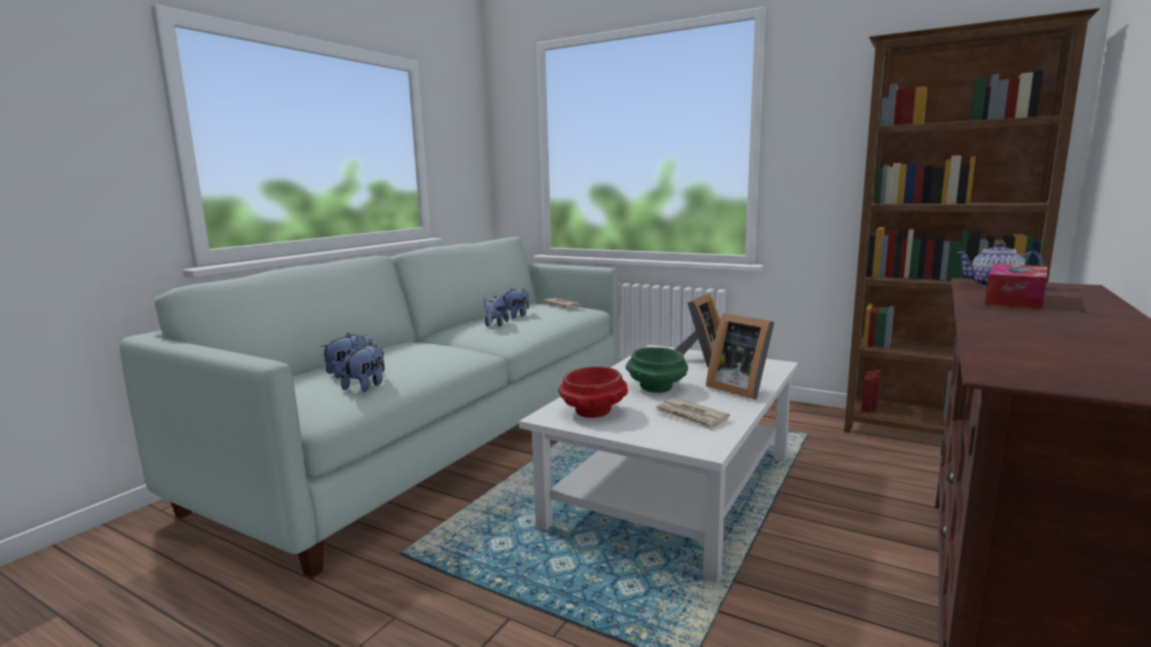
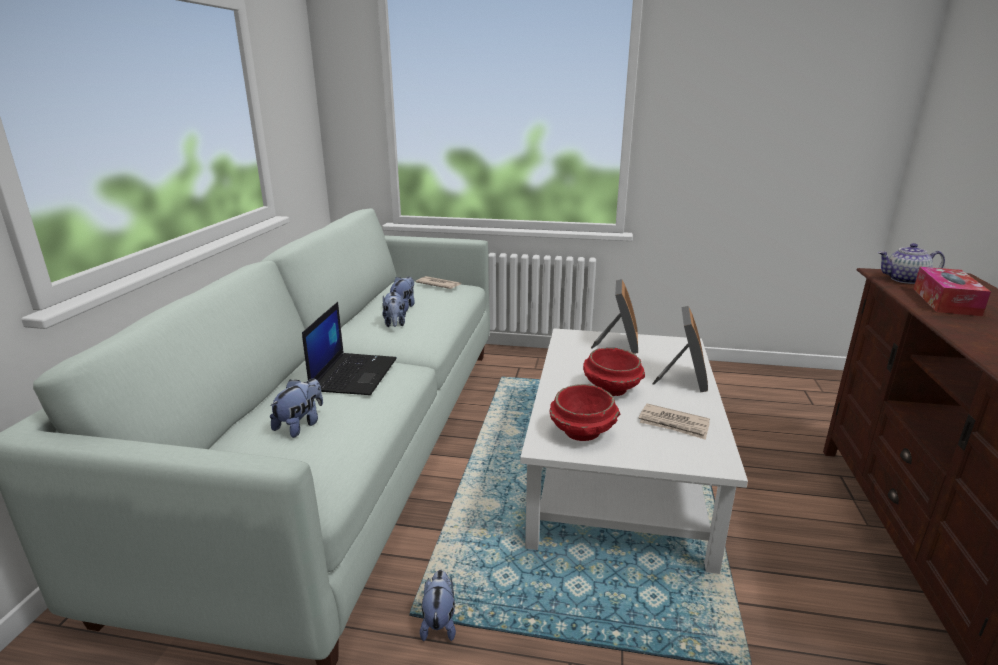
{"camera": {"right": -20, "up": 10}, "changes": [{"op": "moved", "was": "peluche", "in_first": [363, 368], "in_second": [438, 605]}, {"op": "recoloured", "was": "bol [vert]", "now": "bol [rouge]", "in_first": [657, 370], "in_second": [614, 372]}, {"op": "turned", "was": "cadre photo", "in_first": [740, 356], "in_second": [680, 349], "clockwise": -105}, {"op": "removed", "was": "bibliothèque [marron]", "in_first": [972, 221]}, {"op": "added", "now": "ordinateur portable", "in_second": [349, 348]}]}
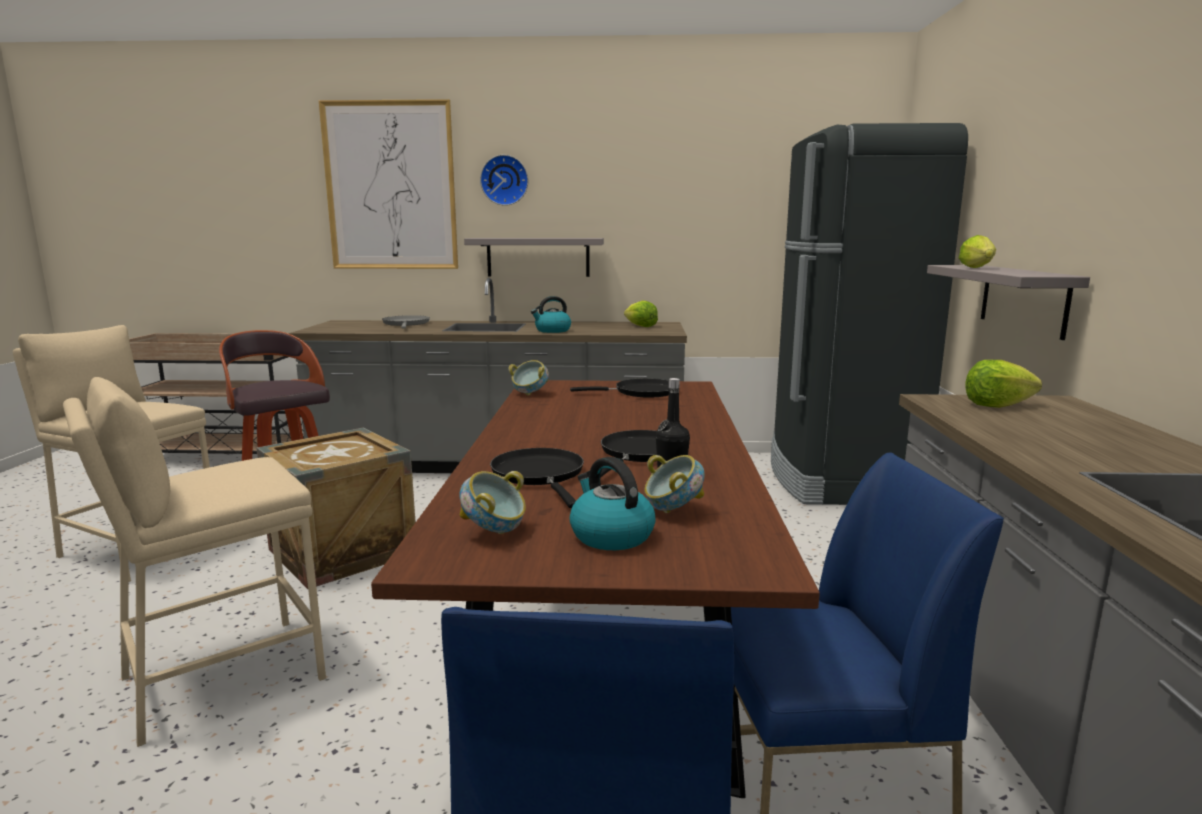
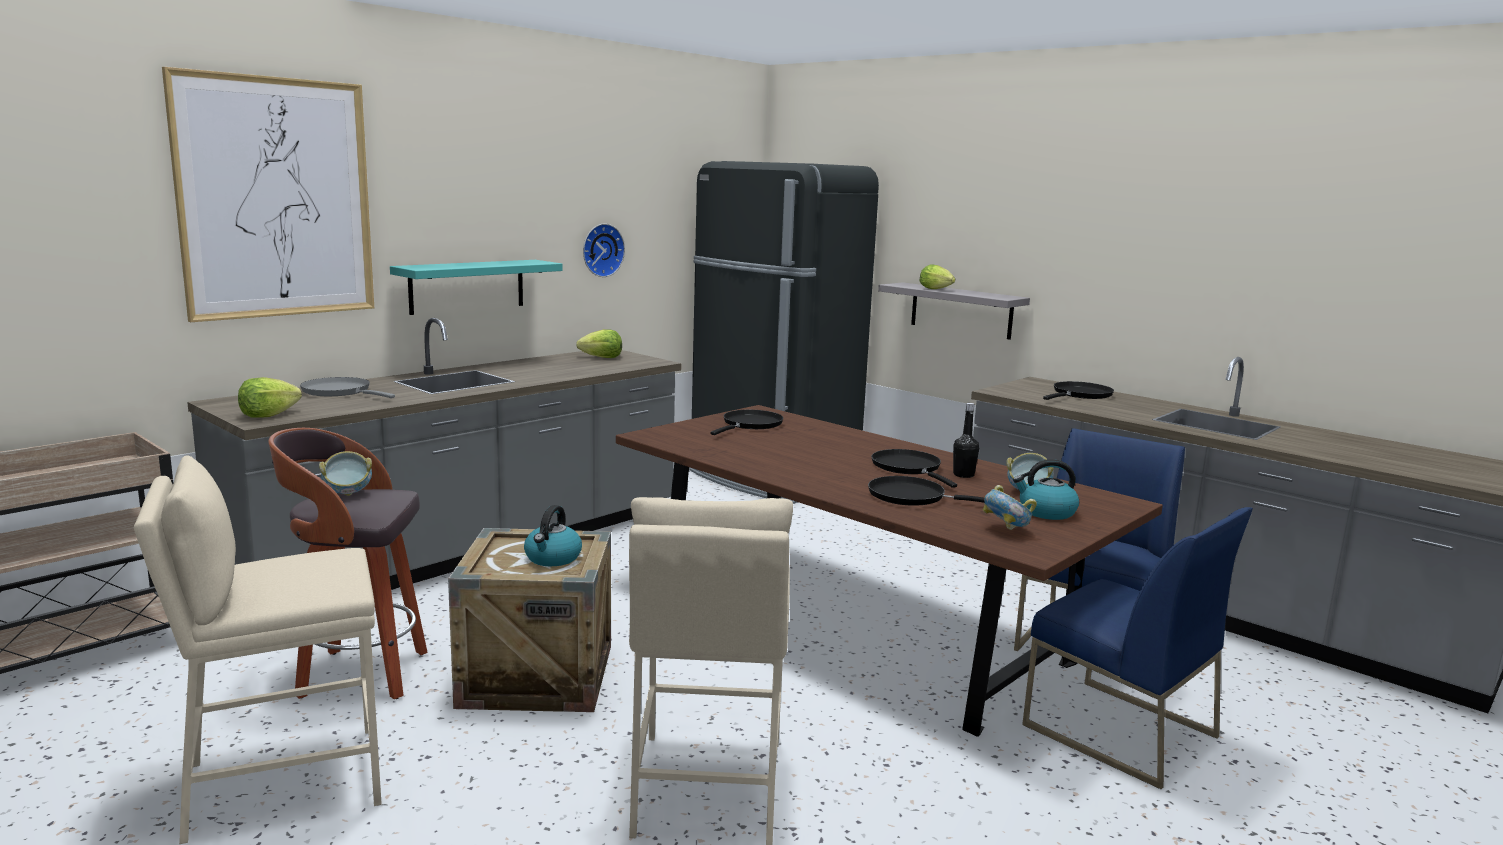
{"camera": {"right": -50, "up": 0}, "changes": [{"op": "recoloured", "was": "étagère [gris]", "now": "étagère [turquoise]", "in_first": [534, 257], "in_second": [476, 287]}, {"op": "moved", "was": "horloge murale", "in_first": [504, 180], "in_second": [604, 250]}, {"op": "moved", "was": "bol", "in_first": [529, 377], "in_second": [345, 473]}, {"op": "moved", "was": "bouilloire", "in_first": [551, 314], "in_second": [553, 535]}, {"op": "moved", "was": "laitue", "in_first": [1004, 384], "in_second": [270, 397]}, {"op": "added", "now": "poêle [noir]", "in_second": [1078, 390]}]}
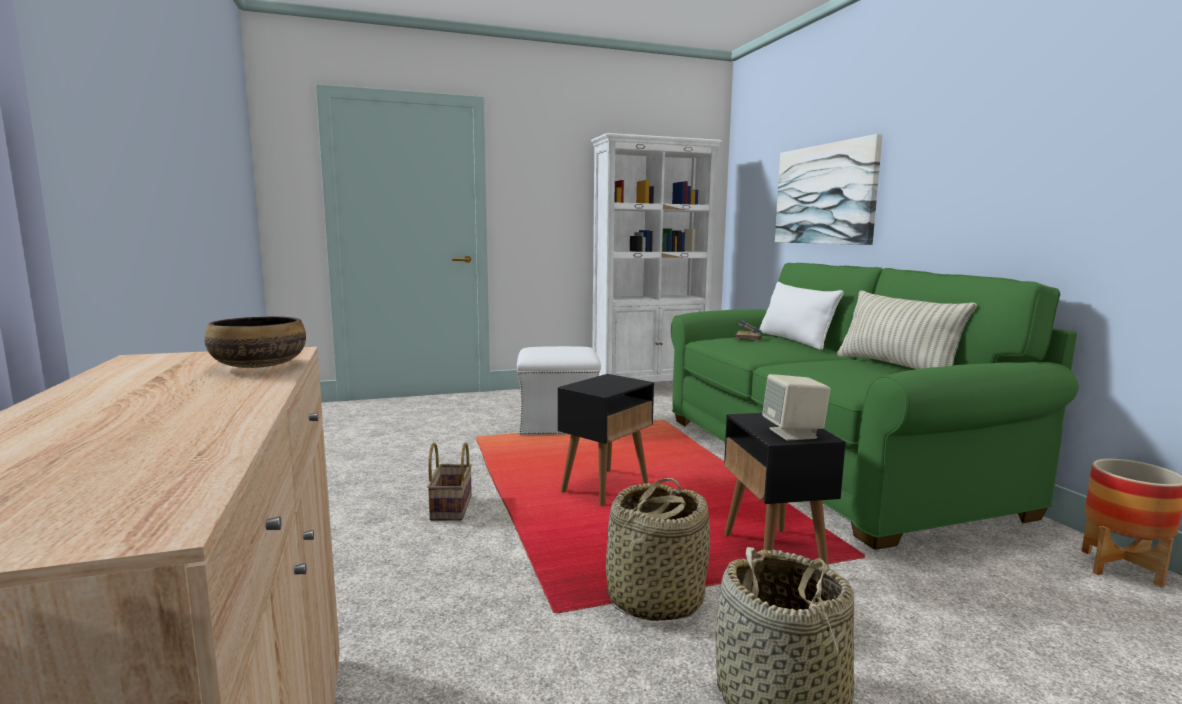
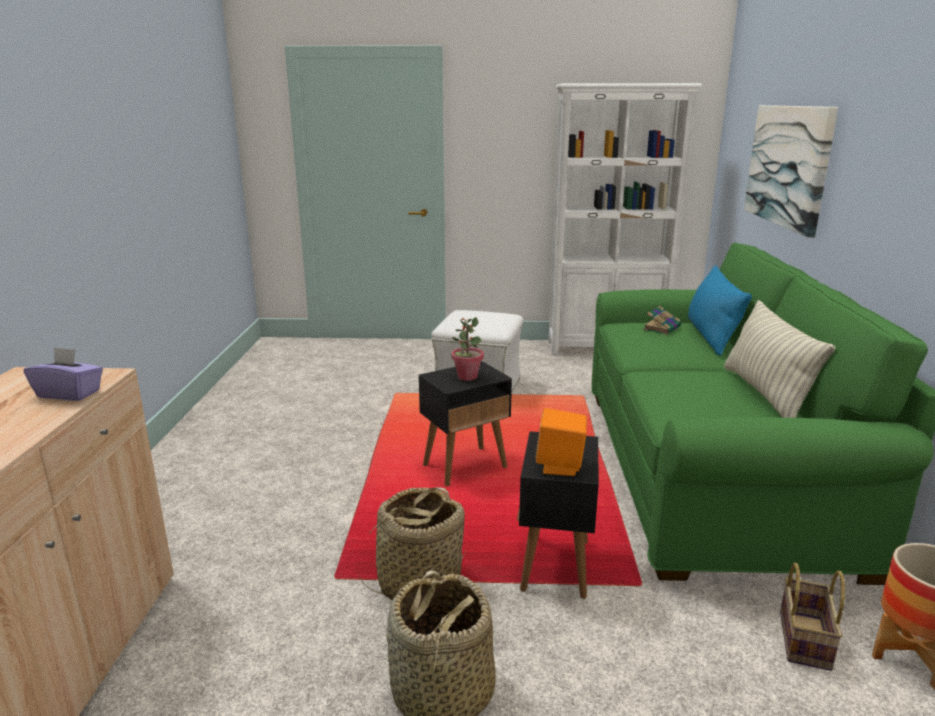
{"camera": {"right": 20, "up": 10}, "changes": [{"op": "replaced", "was": "bol", "now": "boîte à mouchoirs [violet]", "in_first": [255, 342], "in_second": [63, 374]}, {"op": "moved", "was": "panier", "in_first": [449, 481], "in_second": [812, 617]}, {"op": "recoloured", "was": "coussin [blanc]", "now": "coussin [bleu]", "in_first": [801, 316], "in_second": [720, 310]}, {"op": "recoloured", "was": "enceinte [beige]", "now": "enceinte [orange]", "in_first": [796, 407], "in_second": [561, 442]}, {"op": "added", "now": "plante en pot", "in_second": [467, 349]}]}
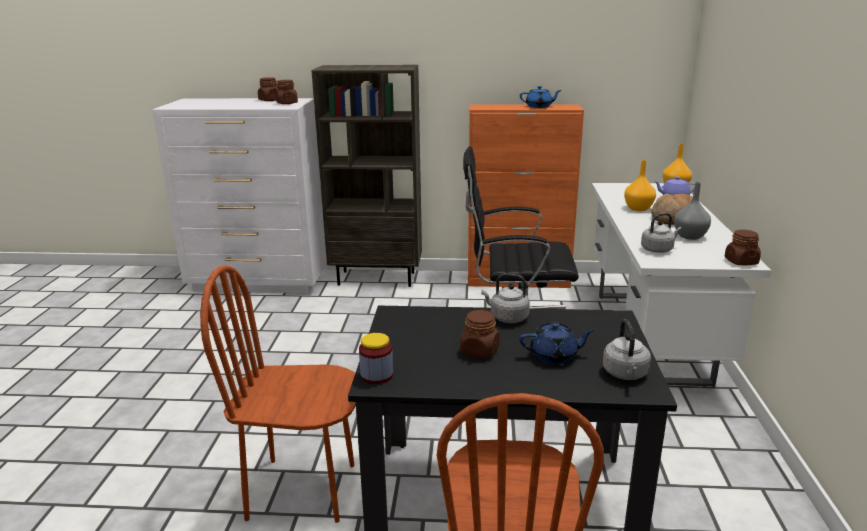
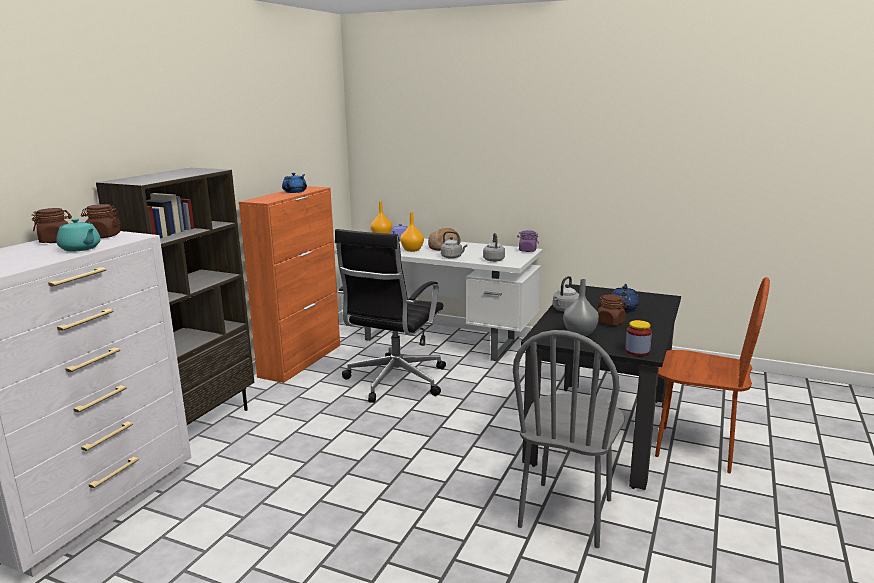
{"camera": {"right": -70, "up": -5}, "changes": [{"op": "recoloured", "was": "chaise [marron]", "now": "chaise [gris]", "in_first": [278, 394], "in_second": [568, 439]}, {"op": "moved", "was": "bouilloire [gris]", "in_first": [627, 349], "in_second": [454, 245]}, {"op": "moved", "was": "vase [gris]", "in_first": [692, 211], "in_second": [581, 307]}, {"op": "recoloured", "was": "bocal [marron]", "now": "bocal [violet]", "in_first": [743, 247], "in_second": [528, 241]}, {"op": "added", "now": "théière [turquoise]", "in_second": [78, 234]}]}
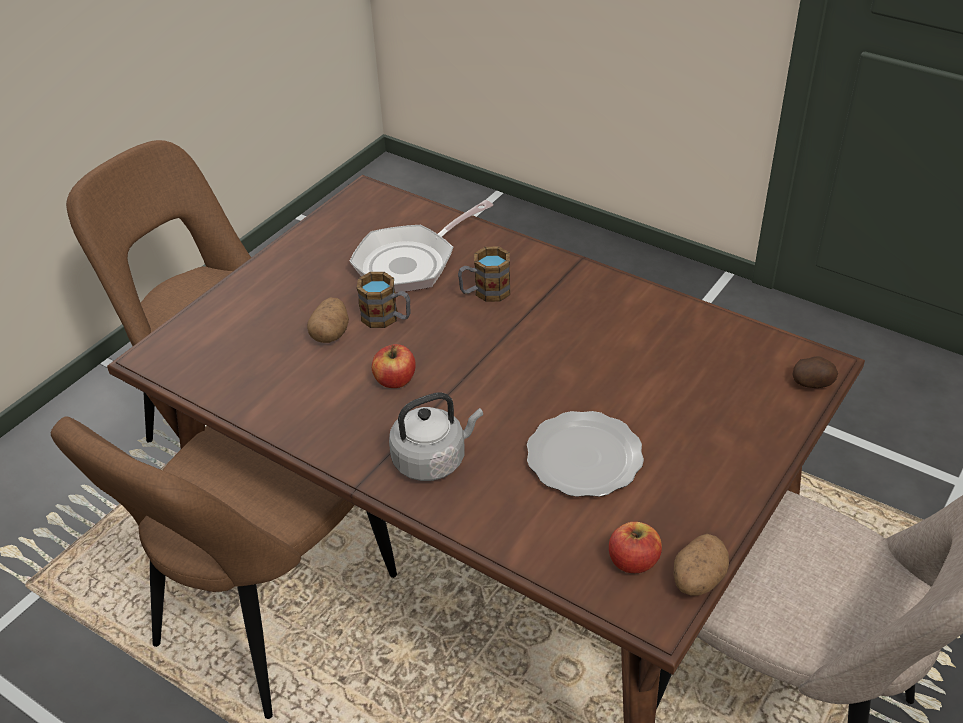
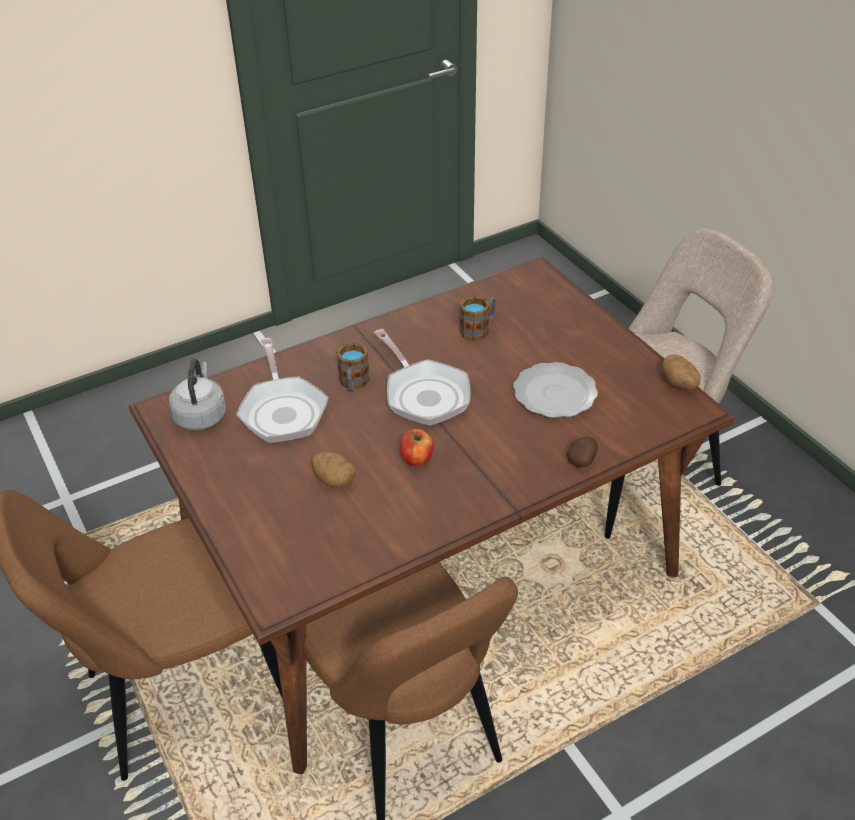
{"camera": {"right": -65, "up": 0}, "changes": [{"op": "moved", "was": "mug", "in_first": [383, 300], "in_second": [477, 318]}, {"op": "moved", "was": "bouilloire [gris]", "in_first": [436, 436], "in_second": [197, 394]}, {"op": "removed", "was": "pomme", "in_first": [635, 547]}, {"op": "moved", "was": "pomme de terre", "in_first": [815, 372], "in_second": [582, 451]}, {"op": "added", "now": "poêle", "in_second": [422, 377]}]}
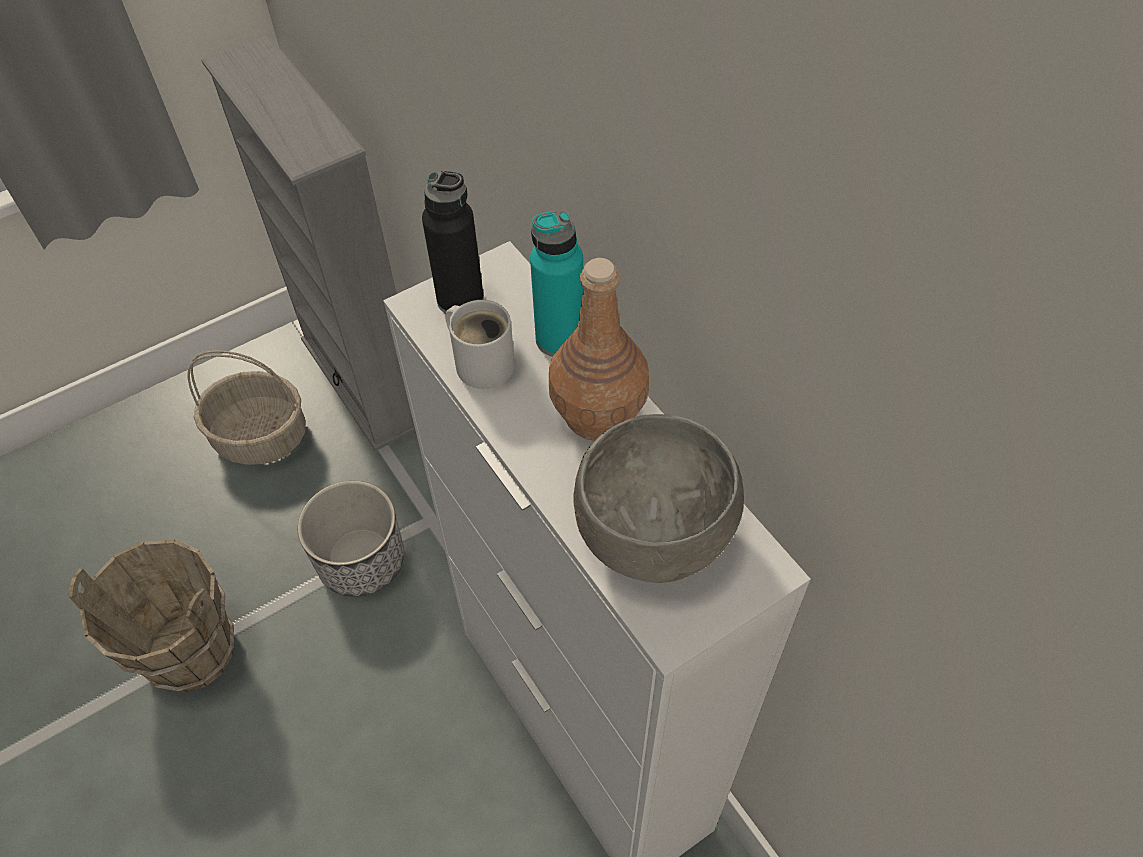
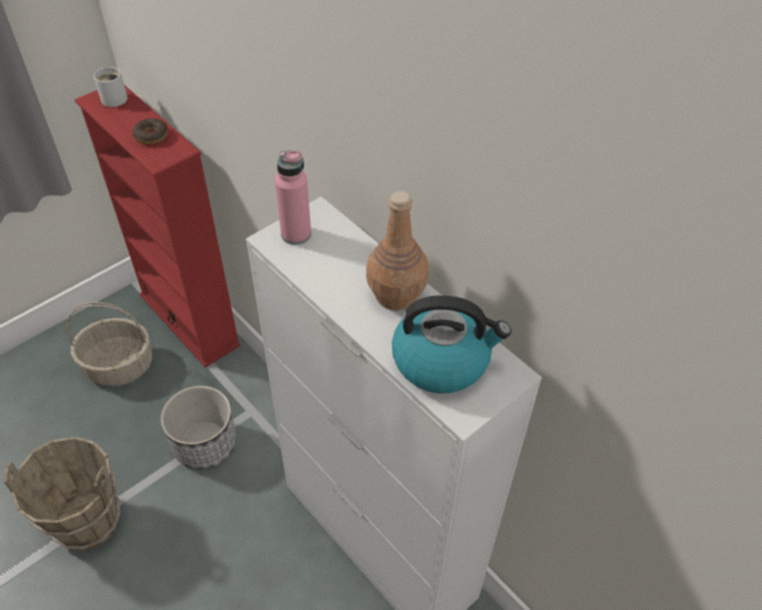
{"camera": {"right": -10, "up": -5}, "changes": [{"op": "recoloured", "was": "bibliothèque [gris]", "now": "bibliothèque [rouge]", "in_first": [308, 243], "in_second": [157, 226]}, {"op": "recoloured", "was": "bouteille [noir]", "now": "bouteille [rose]", "in_first": [453, 242], "in_second": [293, 197]}, {"op": "moved", "was": "mug [blanc]", "in_first": [480, 344], "in_second": [111, 87]}, {"op": "removed", "was": "bouteille [turquoise]", "in_first": [556, 284]}, {"op": "replaced", "was": "bol [gris]", "now": "bouilloire", "in_first": [658, 498], "in_second": [451, 344]}, {"op": "added", "now": "beignet", "in_second": [150, 131]}]}
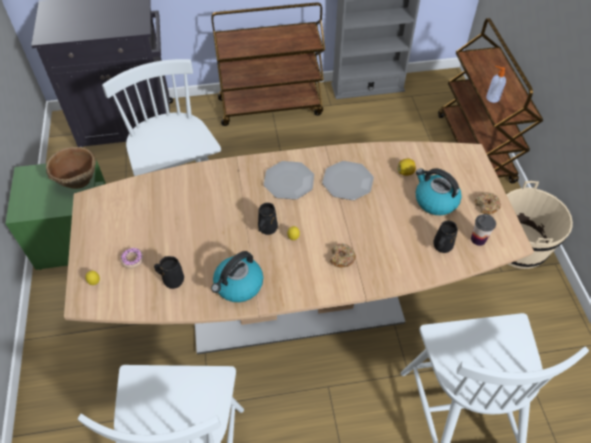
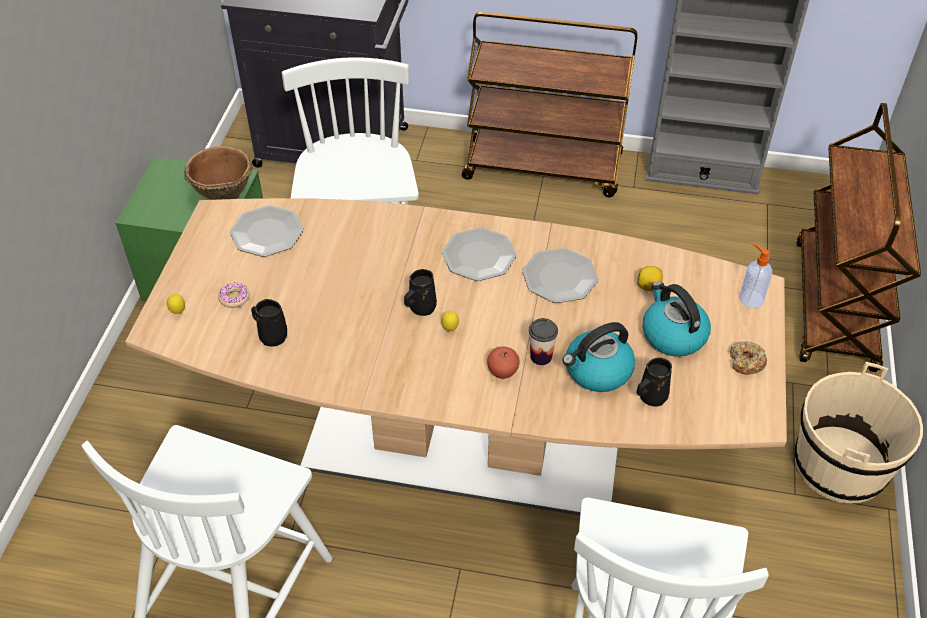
{"camera": {"right": 20, "up": -5}, "changes": [{"op": "moved", "was": "bouilloire", "in_first": [237, 276], "in_second": [598, 357]}, {"op": "replaced", "was": "beignet", "now": "pomme", "in_first": [343, 256], "in_second": [503, 363]}, {"op": "moved", "was": "tasse", "in_first": [483, 230], "in_second": [543, 341]}, {"op": "moved", "was": "distributeur de savon", "in_first": [496, 84], "in_second": [755, 276]}, {"op": "added", "now": "assiette", "in_second": [267, 231]}]}
